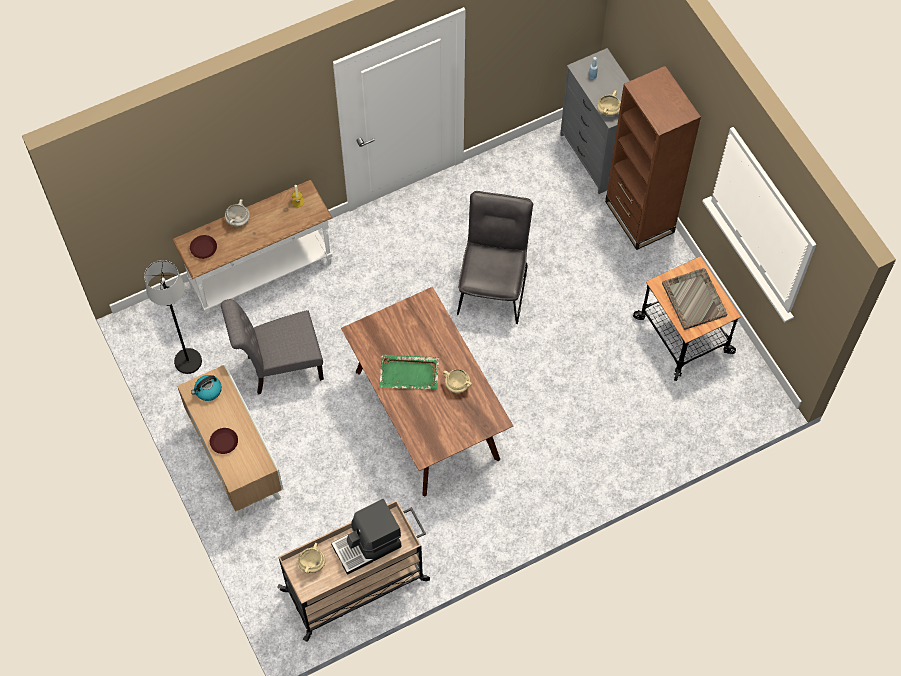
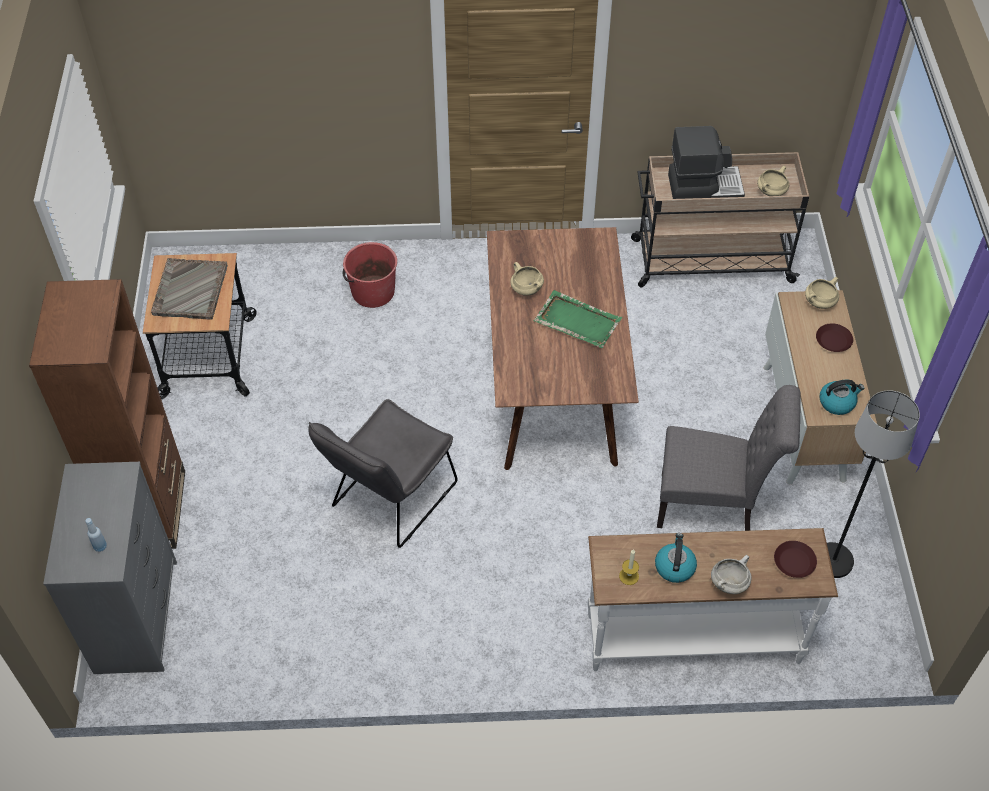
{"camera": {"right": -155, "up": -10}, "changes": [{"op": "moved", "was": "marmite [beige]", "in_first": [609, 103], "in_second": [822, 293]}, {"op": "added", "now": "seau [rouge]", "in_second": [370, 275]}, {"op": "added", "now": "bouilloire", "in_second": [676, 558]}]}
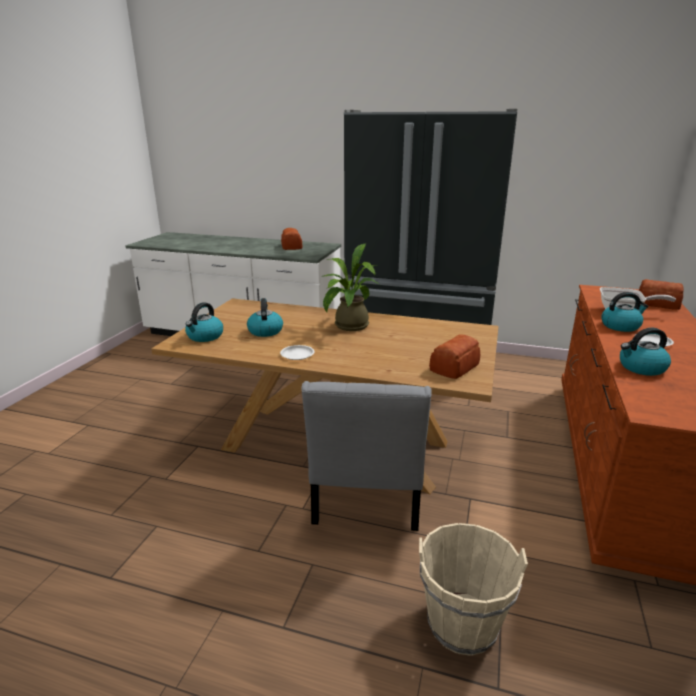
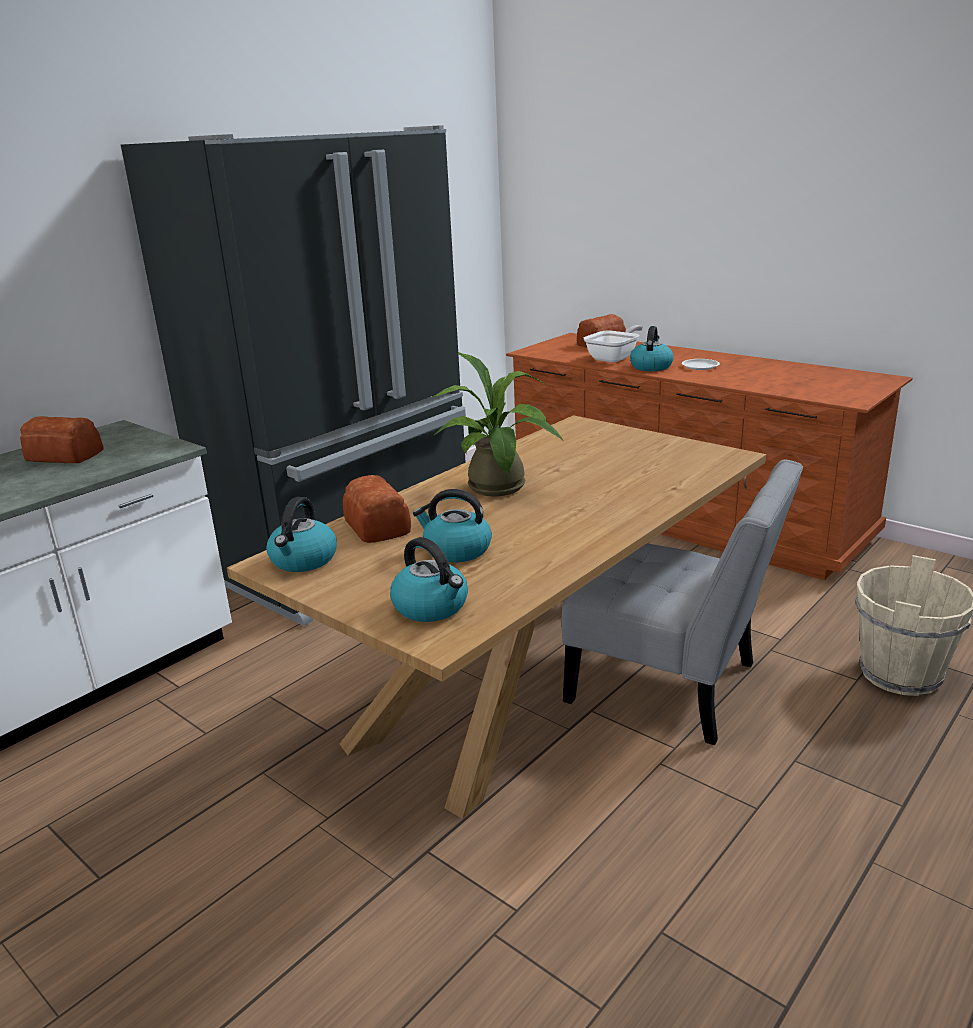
{"camera": {"right": -65, "up": 0}, "changes": [{"op": "removed", "was": "assiette [blanc]", "in_first": [297, 352]}, {"op": "moved", "was": "pain", "in_first": [454, 356], "in_second": [377, 509]}, {"op": "moved", "was": "bouilloire", "in_first": [645, 352], "in_second": [301, 534]}]}
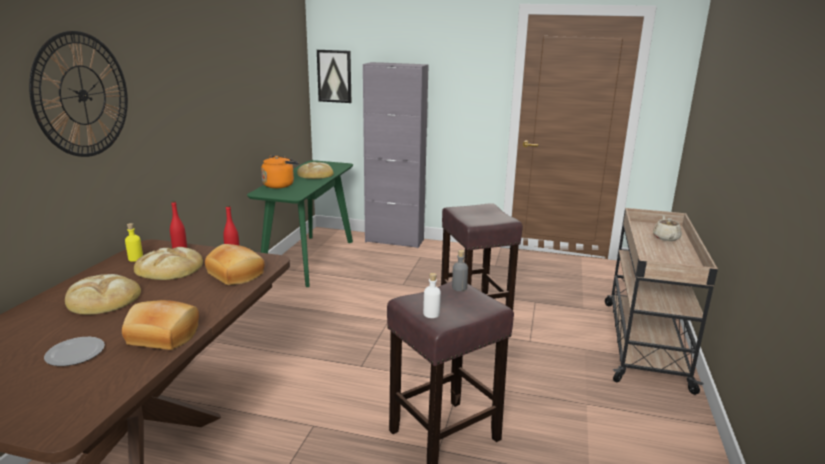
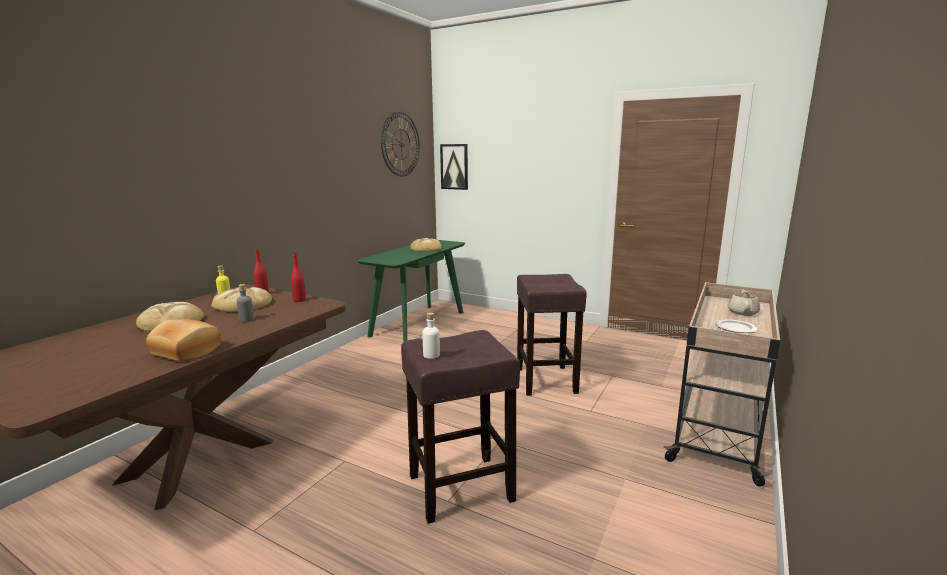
{"camera": {"right": 15, "up": -5}, "changes": [{"op": "moved", "was": "horloge murale", "in_first": [78, 94], "in_second": [400, 143]}, {"op": "moved", "was": "assiette", "in_first": [74, 351], "in_second": [736, 326]}, {"op": "removed", "was": "pain", "in_first": [235, 264]}, {"op": "removed", "was": "bouilloire [orange]", "in_first": [280, 171]}, {"op": "removed", "was": "meuble de rangement [gris]", "in_first": [396, 155]}, {"op": "moved", "was": "bouteille [gris]", "in_first": [460, 270], "in_second": [245, 303]}]}
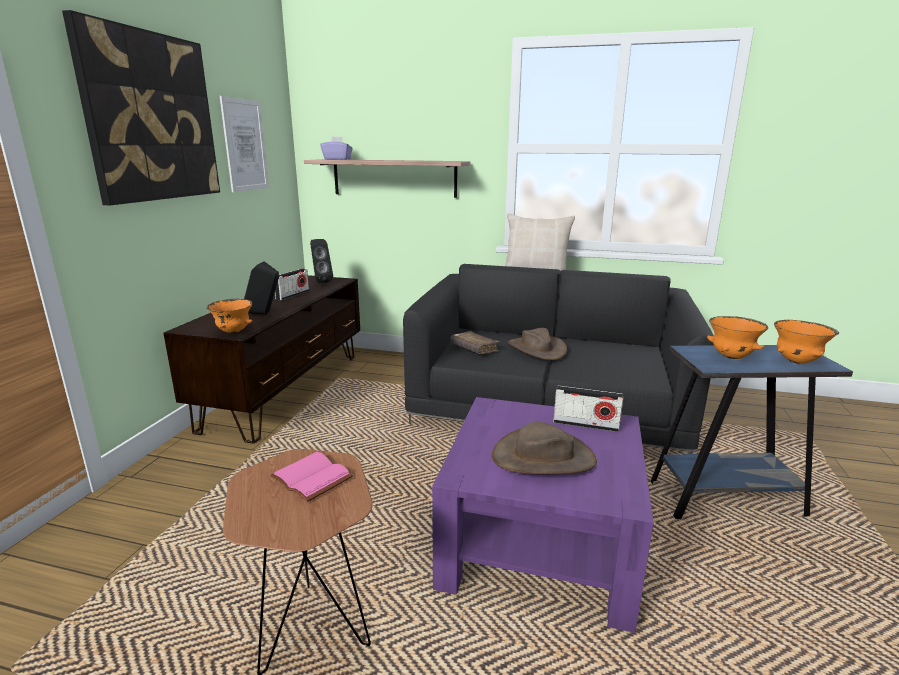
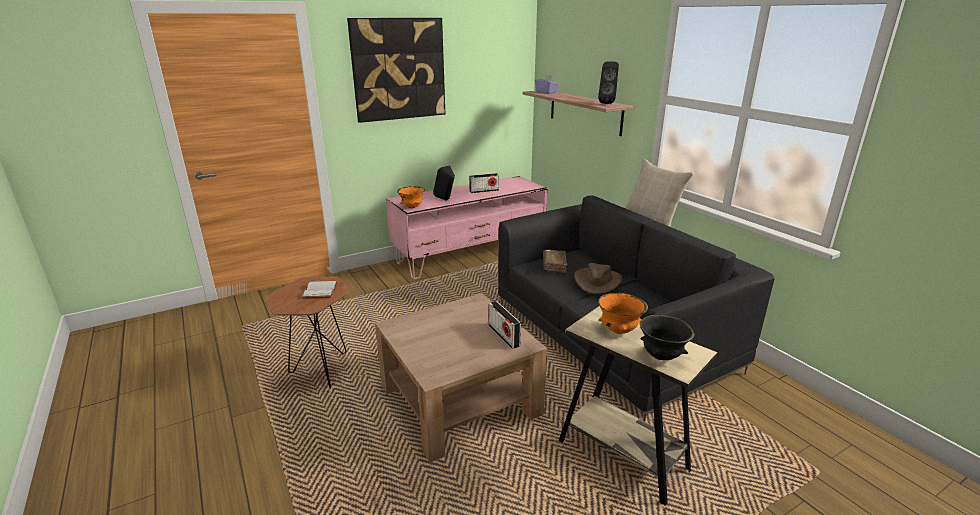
{"camera": {"right": 45, "up": 5}, "changes": [{"op": "recoloured", "was": "meuble télé [marron]", "now": "meuble télé [rose]", "in_first": [261, 359], "in_second": [467, 227]}, {"op": "removed", "was": "tableau", "in_first": [244, 144]}, {"op": "recoloured", "was": "livre [rose]", "now": "livre [blanc]", "in_first": [311, 477], "in_second": [320, 290]}, {"op": "moved", "was": "enceinte [noir]", "in_first": [321, 261], "in_second": [608, 82]}, {"op": "recoloured", "was": "table basse [violet]", "now": "table basse [marron]", "in_first": [543, 515], "in_second": [461, 378]}, {"op": "removed", "was": "chapeau [marron]", "in_first": [544, 448]}, {"op": "recoloured", "was": "table d'appoint [bleu]", "now": "table d'appoint [beige]", "in_first": [752, 432], "in_second": [638, 406]}, {"op": "recoloured", "was": "bol [orange]", "now": "bol [noir]", "in_first": [806, 342], "in_second": [667, 337]}]}
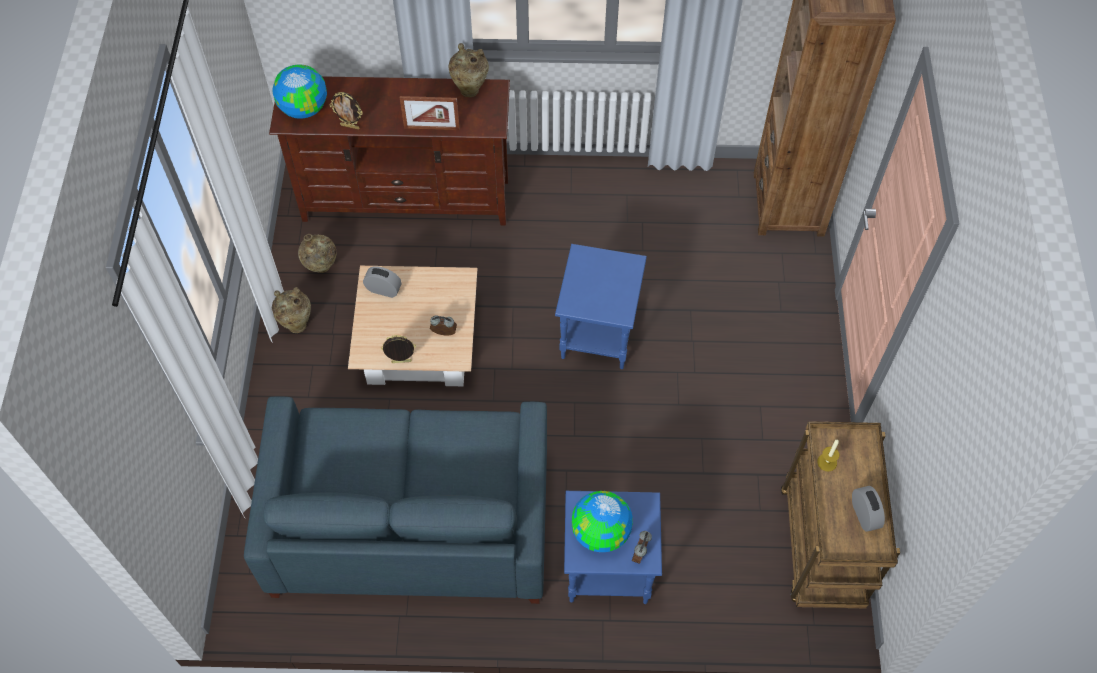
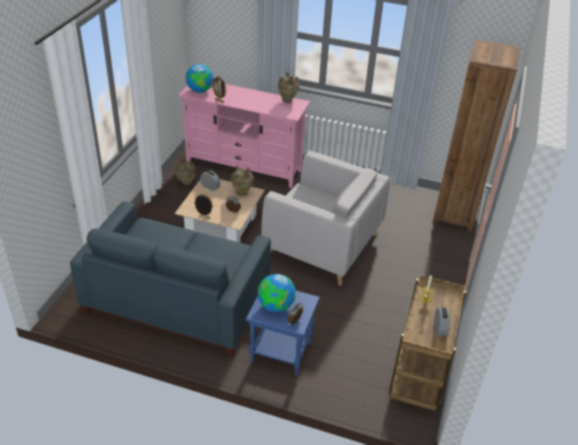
{"camera": {"right": 15, "up": -20}, "changes": [{"op": "recoloured", "was": "meuble télé [marron]", "now": "meuble télé [rose]", "in_first": [389, 150], "in_second": [244, 136]}, {"op": "moved", "was": "vase [beige]", "in_first": [291, 310], "in_second": [242, 180]}, {"op": "removed", "was": "cadre photo", "in_first": [430, 113]}, {"op": "replaced", "was": "table d'appoint [bleu]", "now": "fauteuil [gris]", "in_first": [601, 306], "in_second": [325, 218]}]}
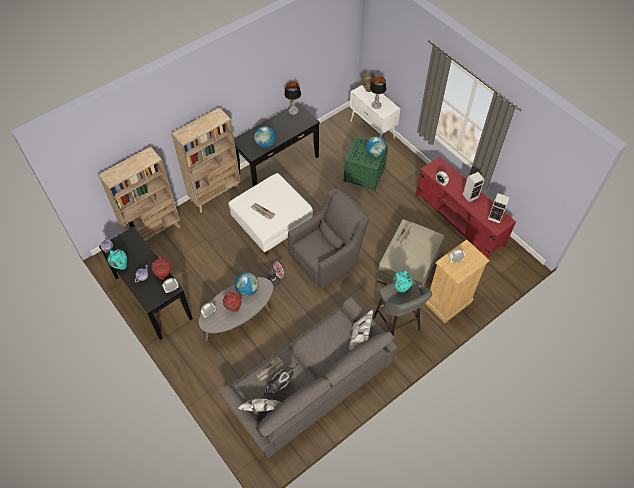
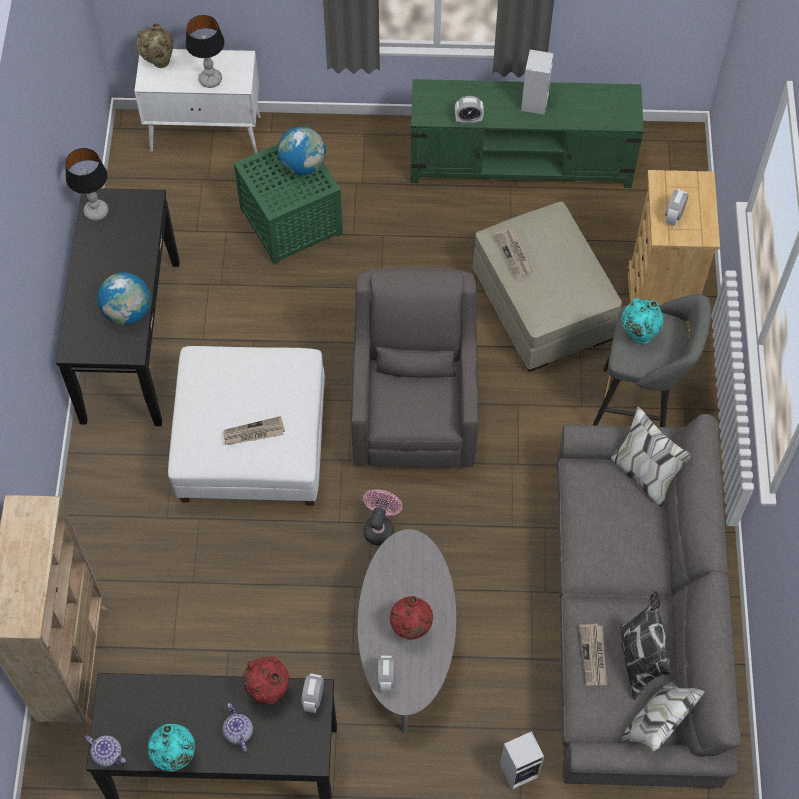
{"camera": {"right": -50, "up": 5}, "changes": [{"op": "removed", "was": "bibliothèque [beige]", "in_first": [206, 160]}, {"op": "removed", "was": "globe", "in_first": [247, 284]}, {"op": "recoloured", "was": "meuble télé [rouge]", "now": "meuble télé [vert]", "in_first": [465, 207], "in_second": [527, 133]}, {"op": "moved", "was": "enceinte", "in_first": [499, 208], "in_second": [522, 760]}]}
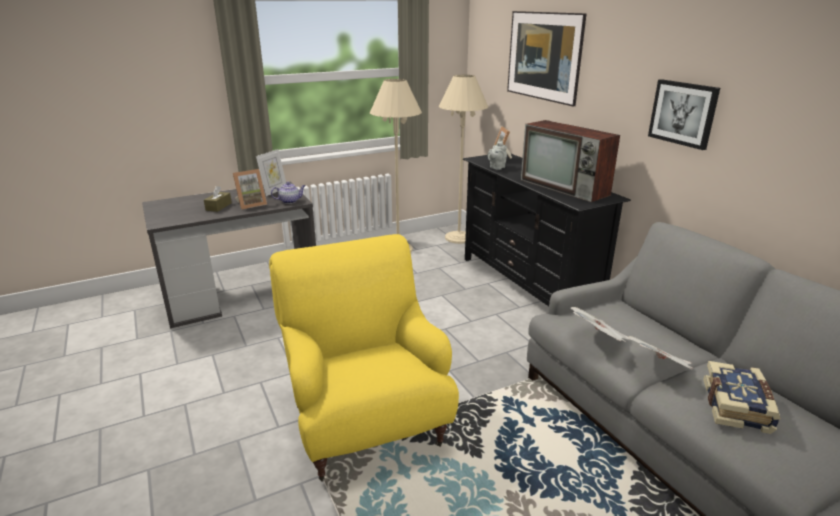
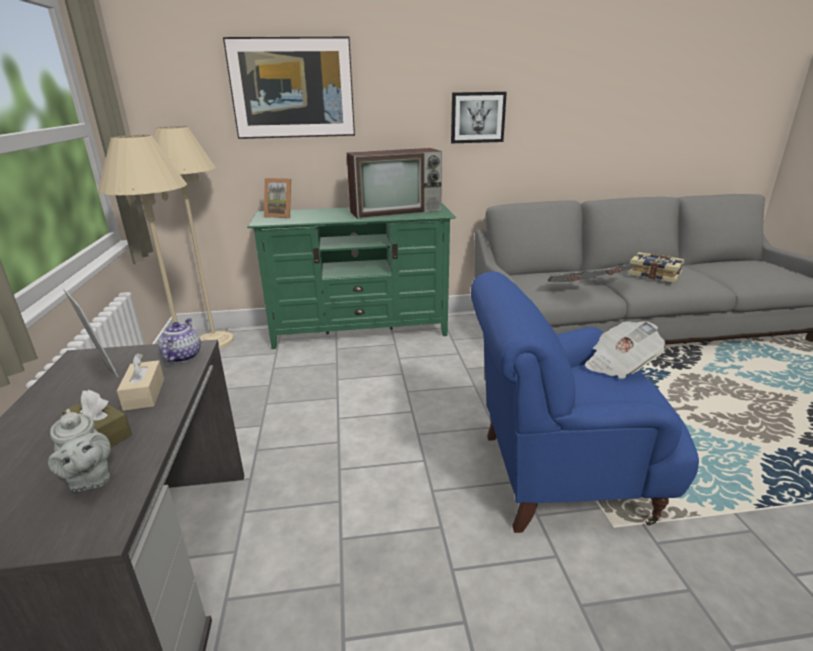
{"camera": {"right": -70, "up": 0}, "changes": [{"op": "replaced", "was": "cadre photo", "now": "boîte à mouchoirs [beige]", "in_first": [250, 189], "in_second": [140, 382]}, {"op": "recoloured", "was": "fauteuil [jaune]", "now": "fauteuil [bleu]", "in_first": [364, 357], "in_second": [585, 402]}, {"op": "recoloured", "was": "meuble télé [noir]", "now": "meuble télé [vert]", "in_first": [547, 230], "in_second": [351, 276]}, {"op": "moved", "was": "théière [gris]", "in_first": [497, 155], "in_second": [79, 450]}, {"op": "added", "now": "journal", "in_second": [625, 350]}]}
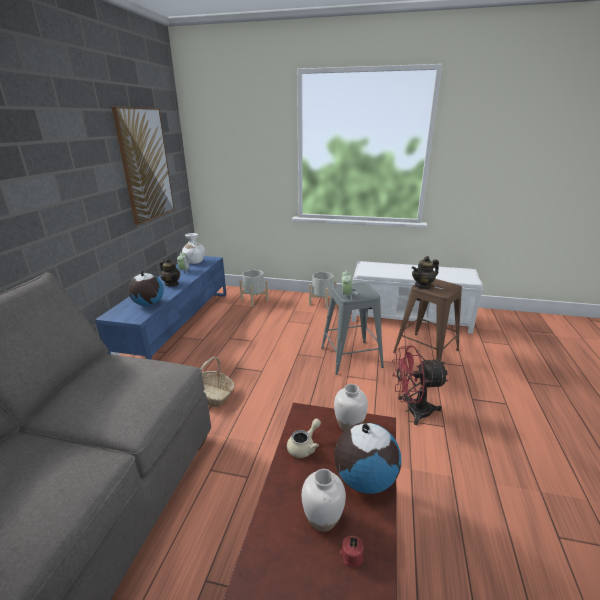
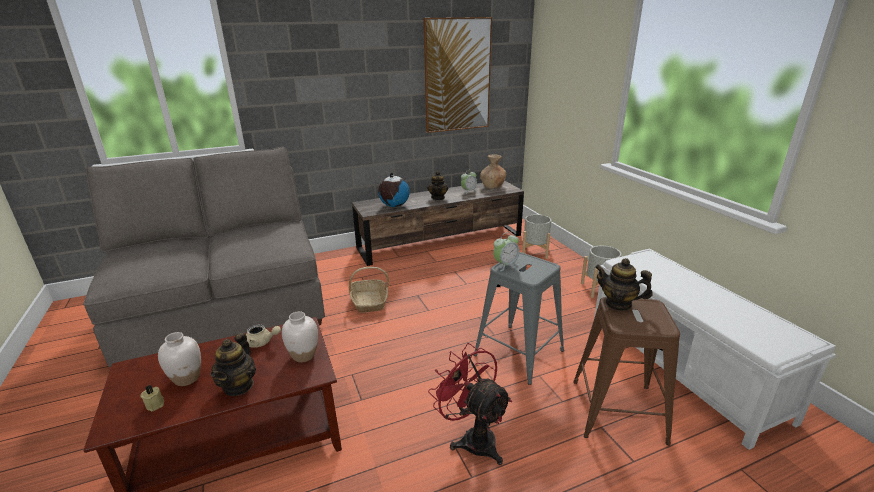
{"camera": {"right": 55, "up": 0}, "changes": [{"op": "recoloured", "was": "meuble télé [bleu]", "now": "meuble télé [marron]", "in_first": [161, 308], "in_second": [438, 223]}, {"op": "recoloured", "was": "vase [blanc]", "now": "vase [marron]", "in_first": [193, 248], "in_second": [493, 172]}, {"op": "replaced", "was": "globe", "now": "théière", "in_first": [367, 458], "in_second": [233, 364]}, {"op": "recoloured", "was": "bougie [rouge]", "now": "bougie [beige]", "in_first": [352, 551], "in_second": [152, 398]}]}
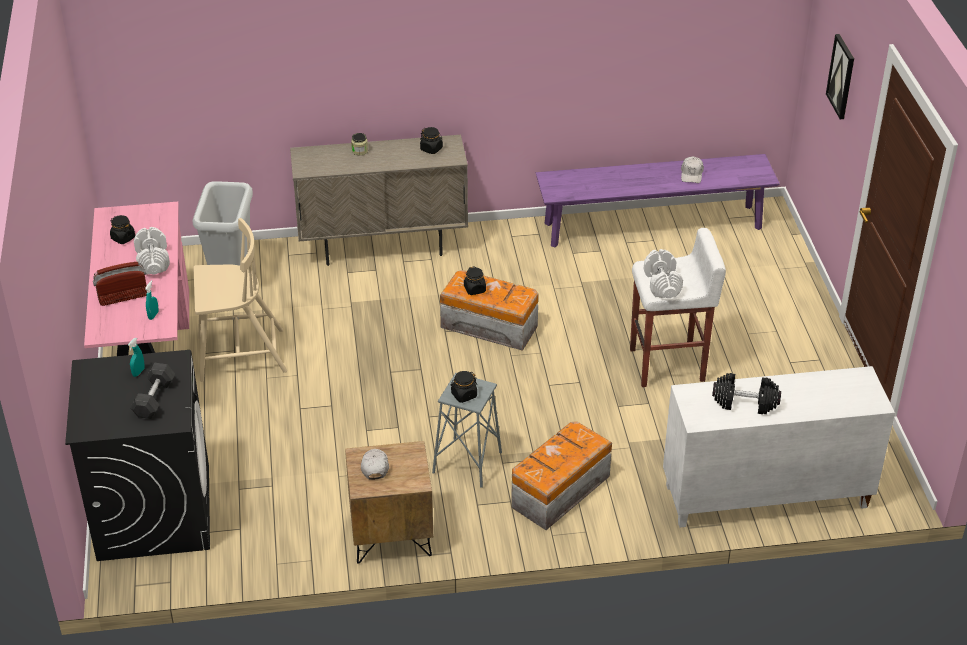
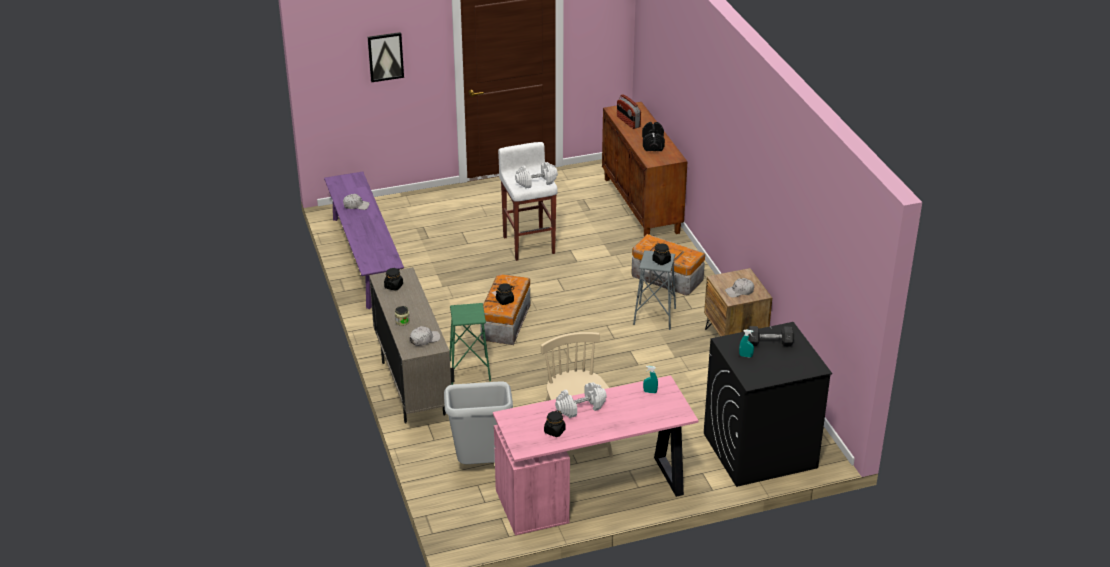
{"camera": {"right": -100, "up": -5}, "changes": [{"op": "moved", "was": "radio", "in_first": [120, 284], "in_second": [629, 111]}, {"op": "recoloured", "was": "meuble de rangement [blanc]", "now": "meuble de rangement [marron]", "in_first": [779, 447], "in_second": [645, 169]}, {"op": "added", "now": "casquette [blanc]", "in_second": [425, 336]}, {"op": "added", "now": "tabouret [vert]", "in_second": [470, 344]}]}
